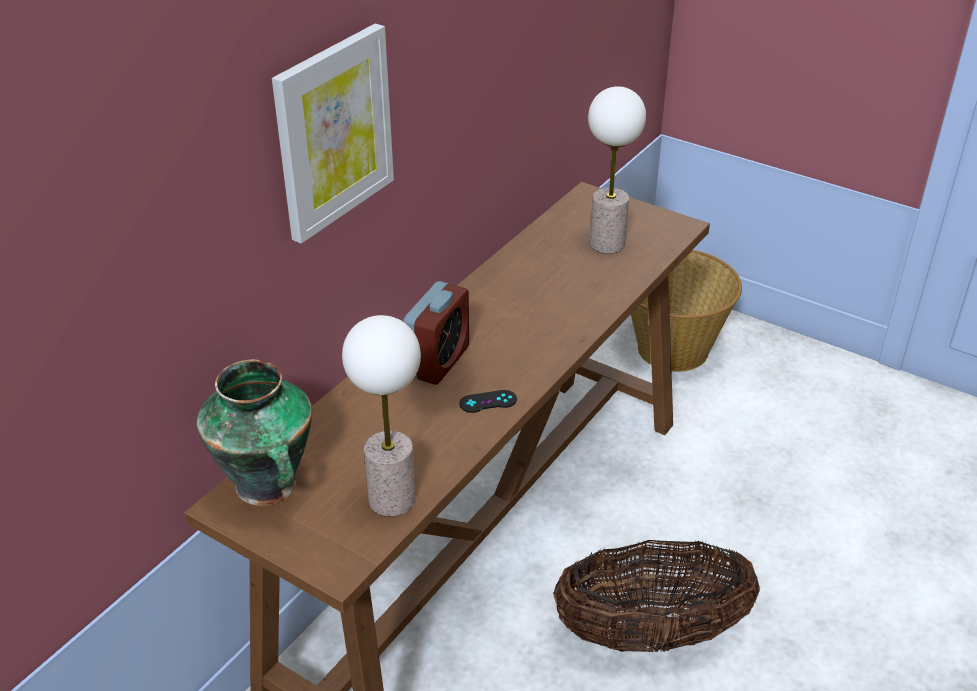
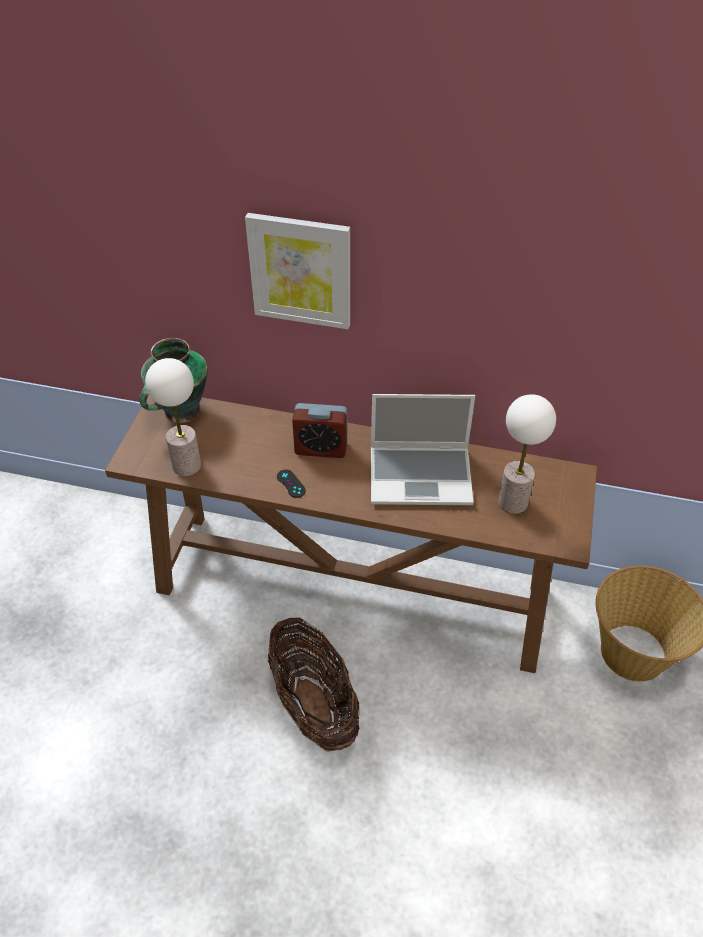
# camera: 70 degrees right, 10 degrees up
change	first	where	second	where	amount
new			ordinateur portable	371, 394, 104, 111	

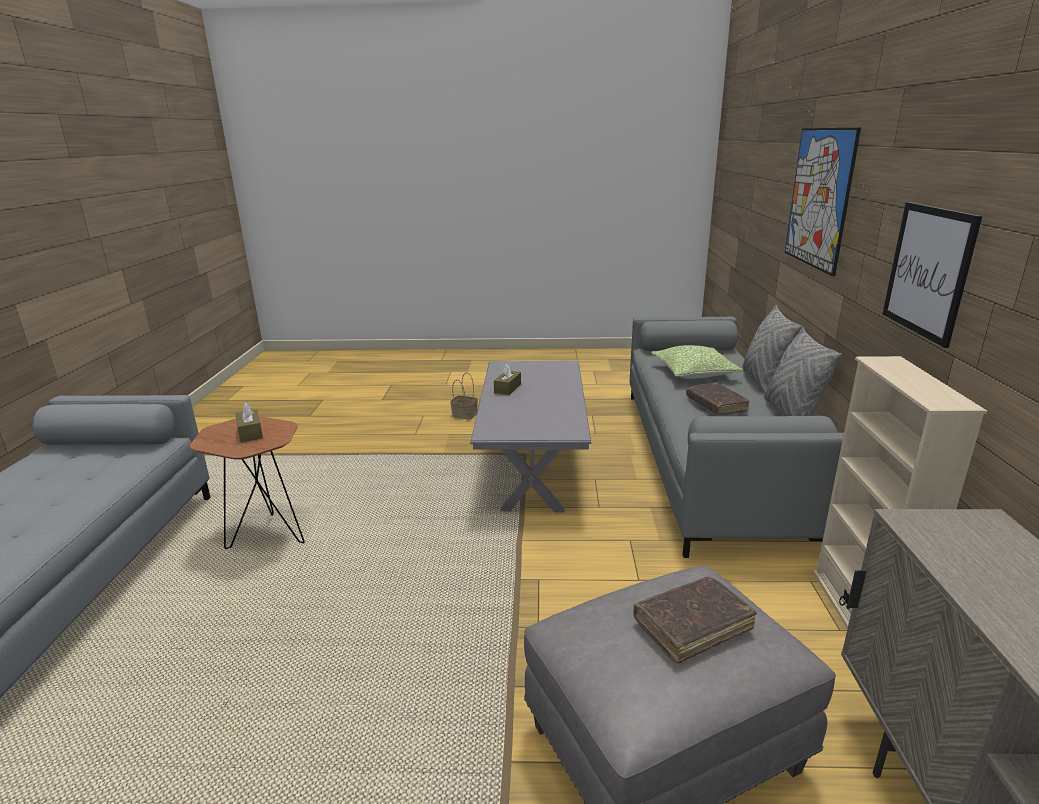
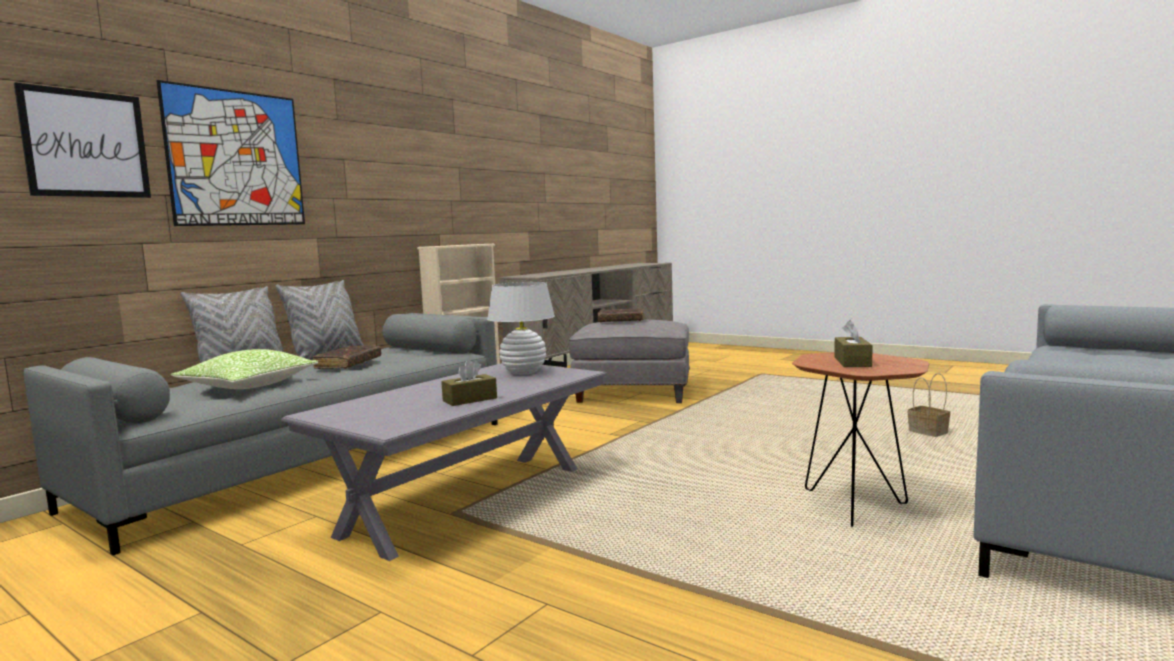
# camera: 145 degrees left, 15 degrees down
change	first	where	second	where	amount
shifted	panier	450, 372, 28, 47		908, 373, 42, 64	
shifted	tableau	883, 202, 99, 146		14, 82, 137, 116	
new			lampe de table (blanc)	487, 282, 68, 93	

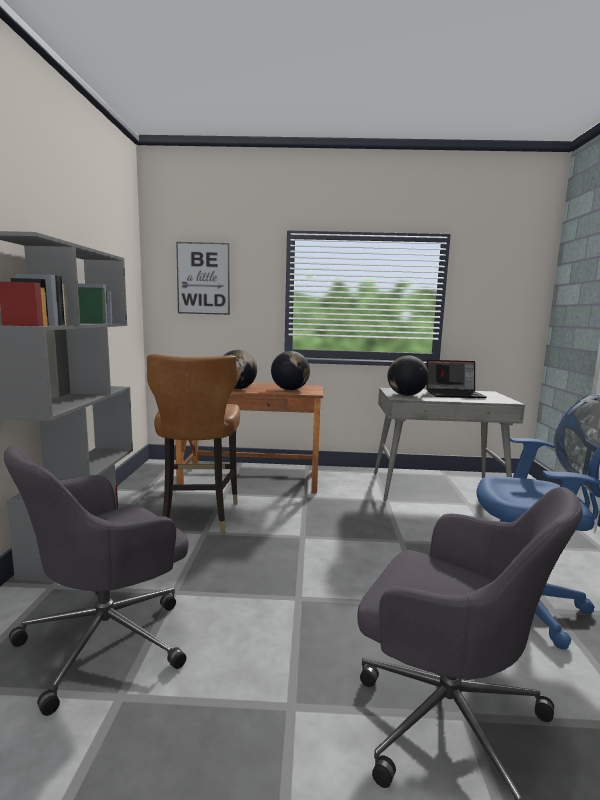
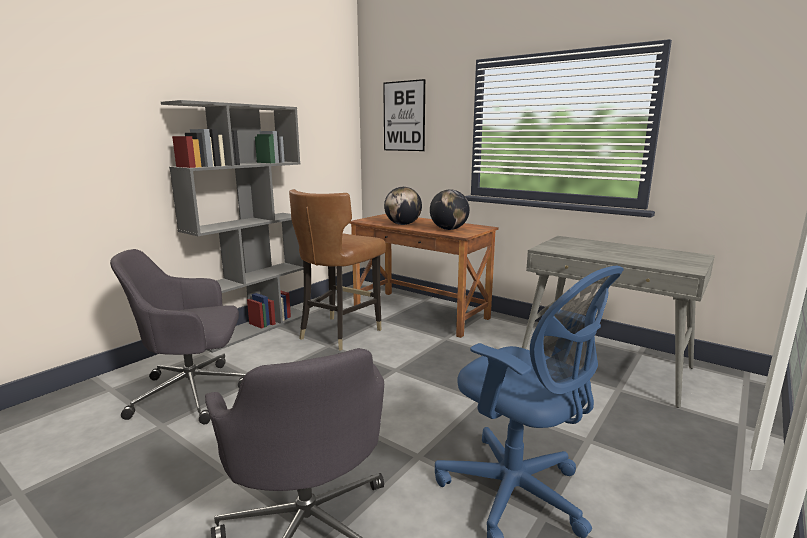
# camera: 35 degrees right, 5 degrees up
change	first	where	second	where	amount
gone	globe	387, 356, 41, 40			
gone	ordinateur portable	427, 360, 60, 38			

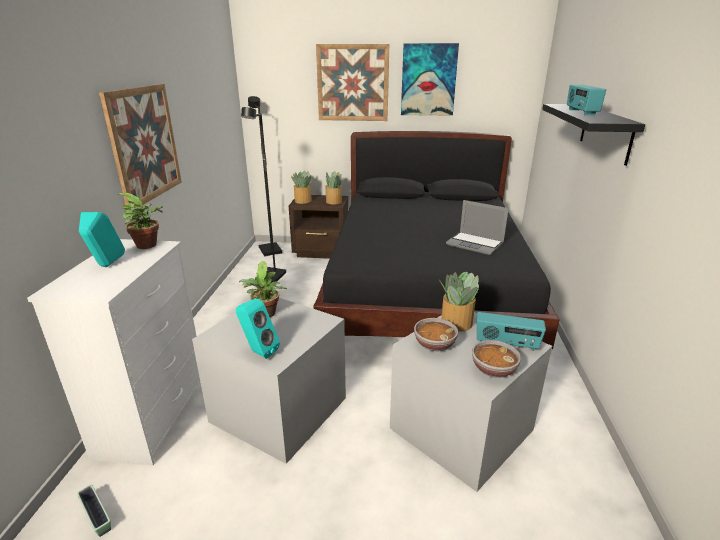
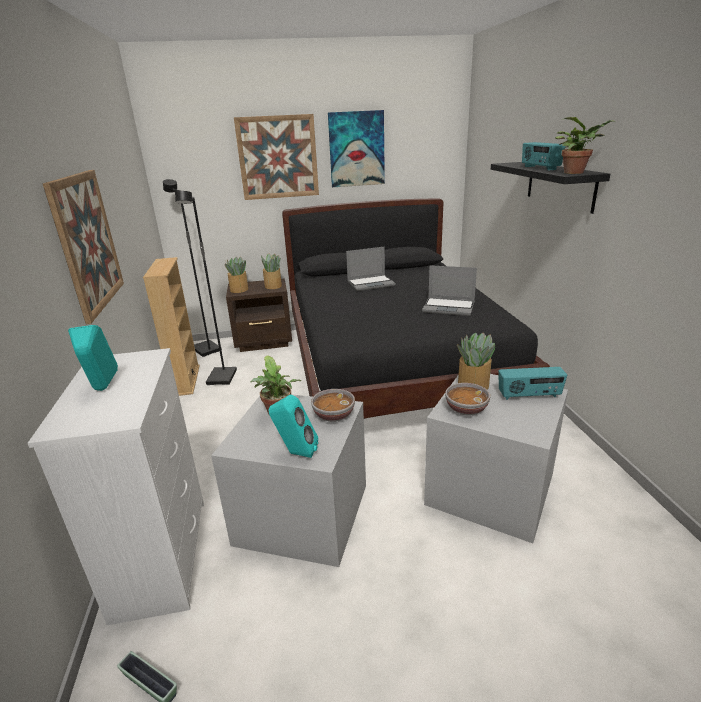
# camera: 15 degrees left, 0 degrees up
change	first	where	second	where	amount
shifted	plante en pot	119, 193, 44, 56		555, 117, 60, 57	
shifted	bol	472, 340, 49, 38		311, 389, 44, 33	
new			bibliothèque (beige)	143, 257, 57, 139	
new			ordinateur portable	346, 247, 50, 44	

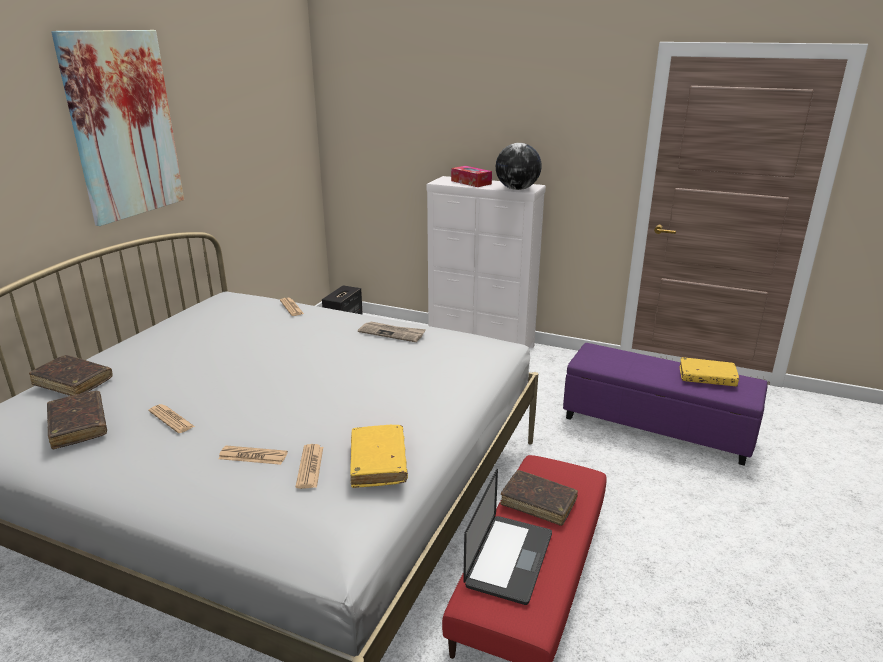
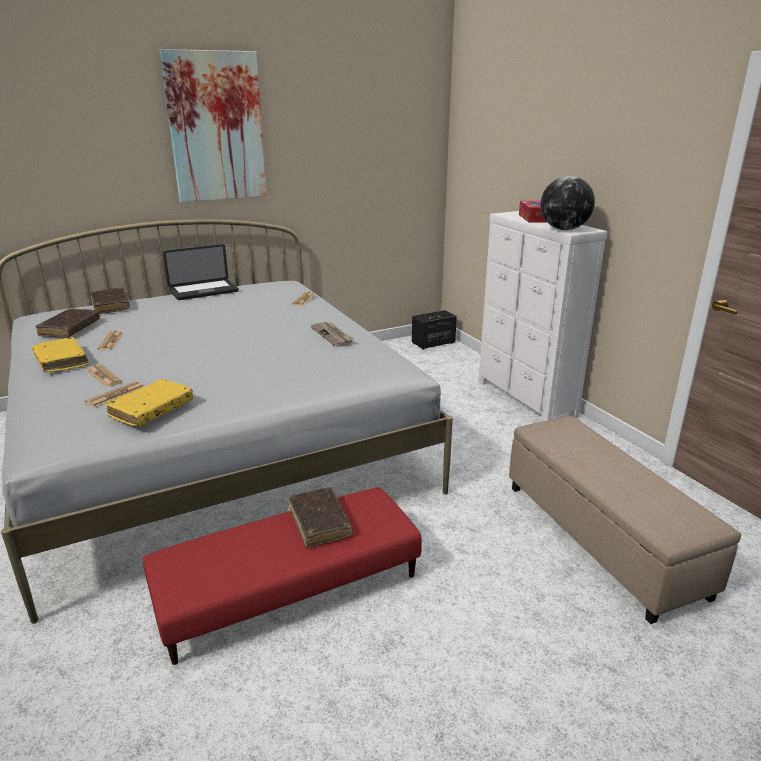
# camera: 40 degrees right, 0 degrees up
change	first	where	second	where	amount
shifted	ordinateur portable	463, 469, 89, 136		163, 244, 76, 56	
repainted	pouf (violet)	563, 343, 205, 123	pouf (beige)	509, 416, 232, 208	
shifted	livre (jaune)	679, 357, 60, 29		32, 337, 56, 35	

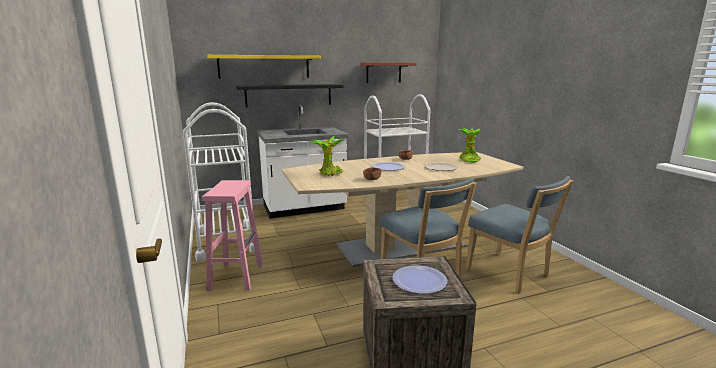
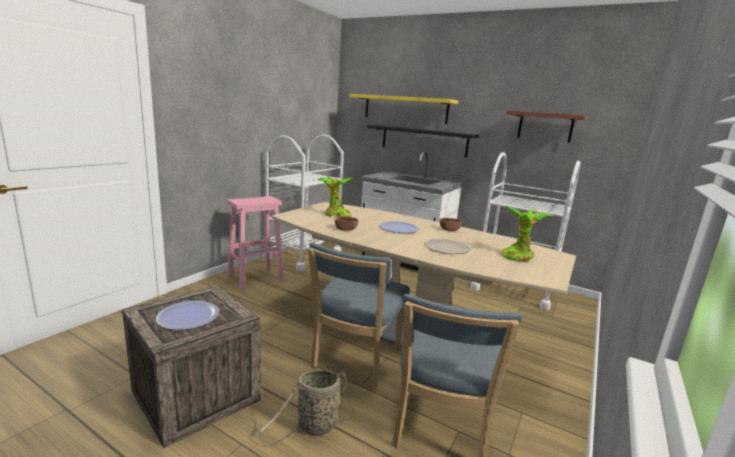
# camera: 50 degrees right, 0 degrees up
change	first	where	second	where	amount
new			panier	257, 369, 98, 75	

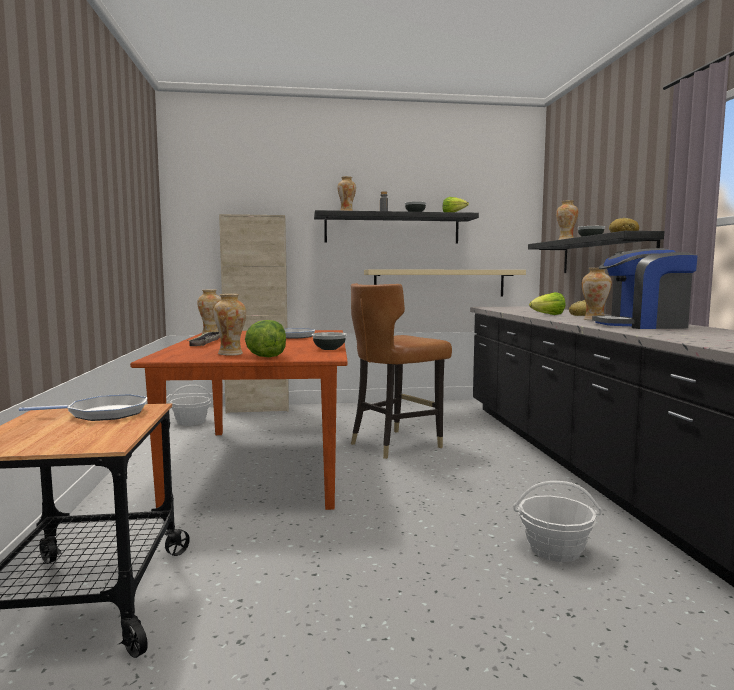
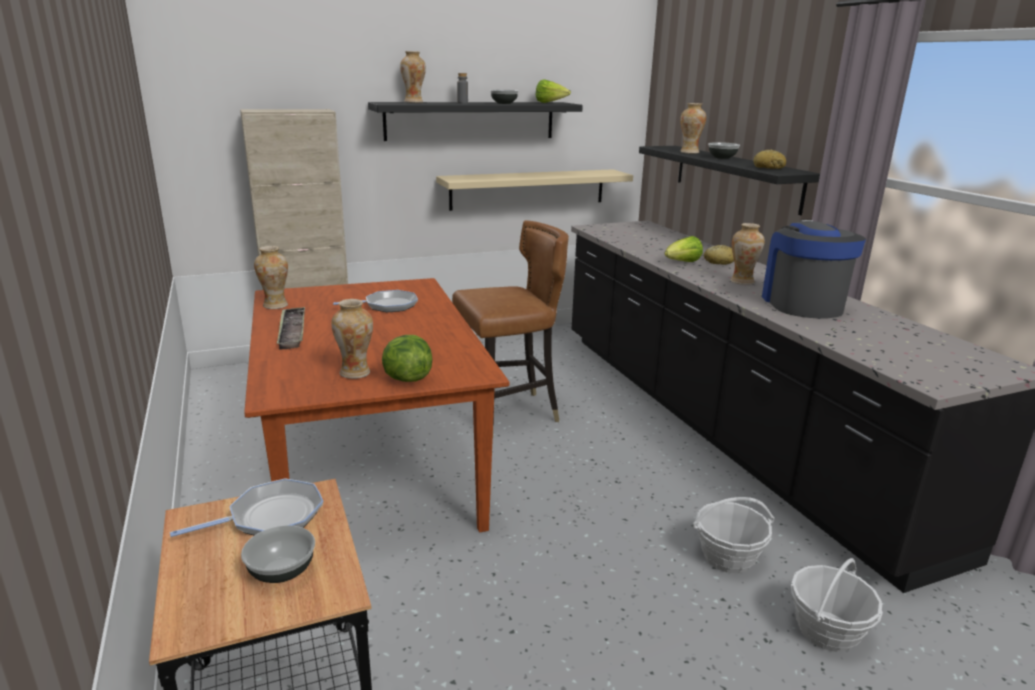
# camera: 15 degrees left, 15 degrees up
change	first	where	second	where	amount
shifted	panier	167, 385, 46, 41		791, 558, 92, 94	
shifted	bol	312, 332, 35, 18		241, 525, 74, 58	
rotated	chaise (marron)	351, 283, 101, 176		452, 220, 117, 205	150 degrees counterclockwise
rotated	machine à café	592, 248, 106, 81		762, 220, 104, 99	105 degrees clockwise

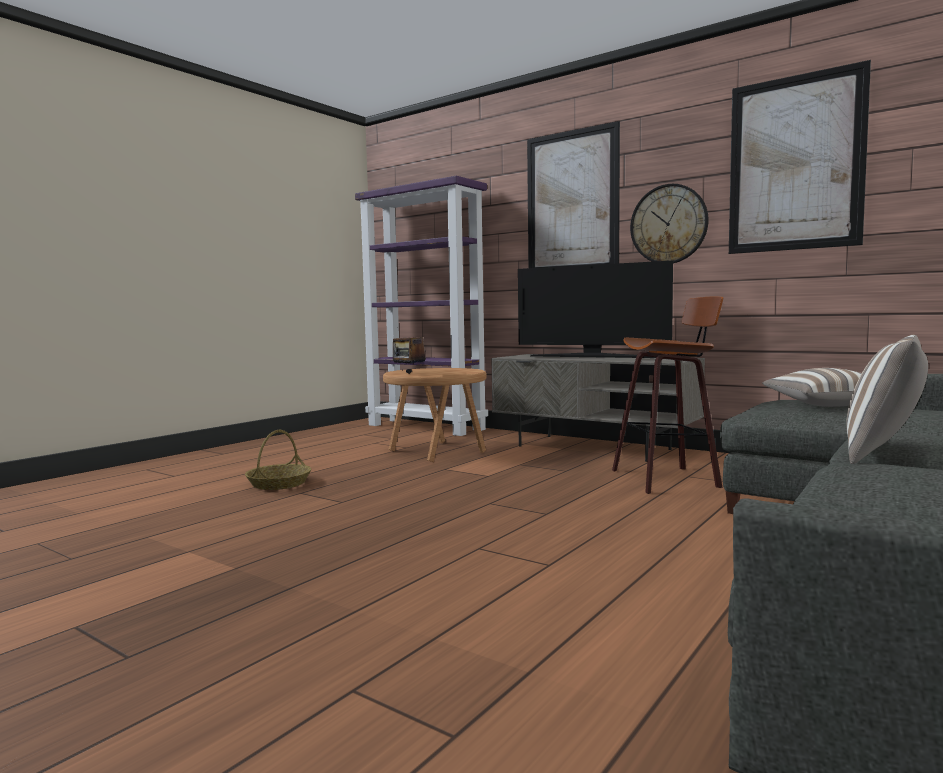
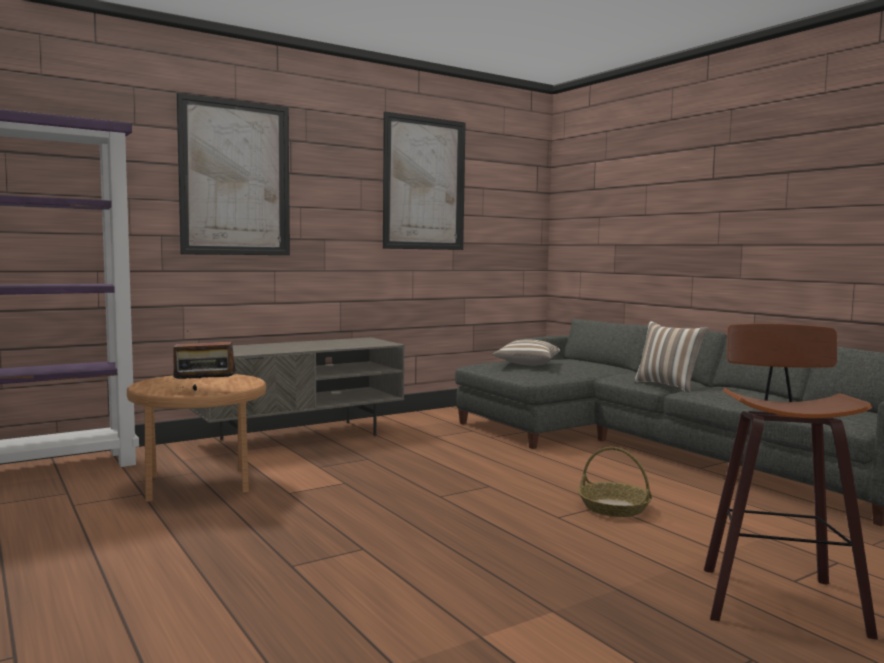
# camera: 70 degrees left, 0 degrees up
change	first	where	second	where	amount
shifted	panier	245, 430, 66, 60		578, 447, 74, 70	
gone	téléviseur	518, 260, 155, 98			
shifted	tabouret	612, 296, 111, 198		704, 323, 174, 317	
gone	horloge murale	630, 184, 79, 79			

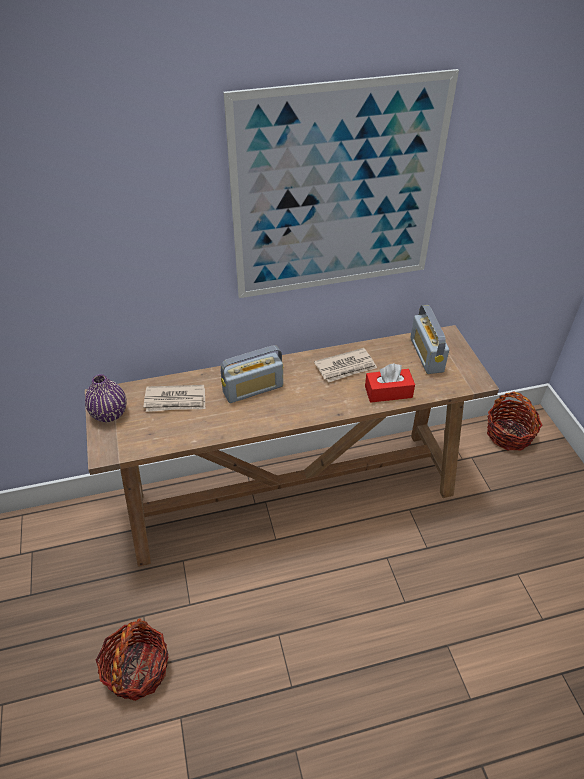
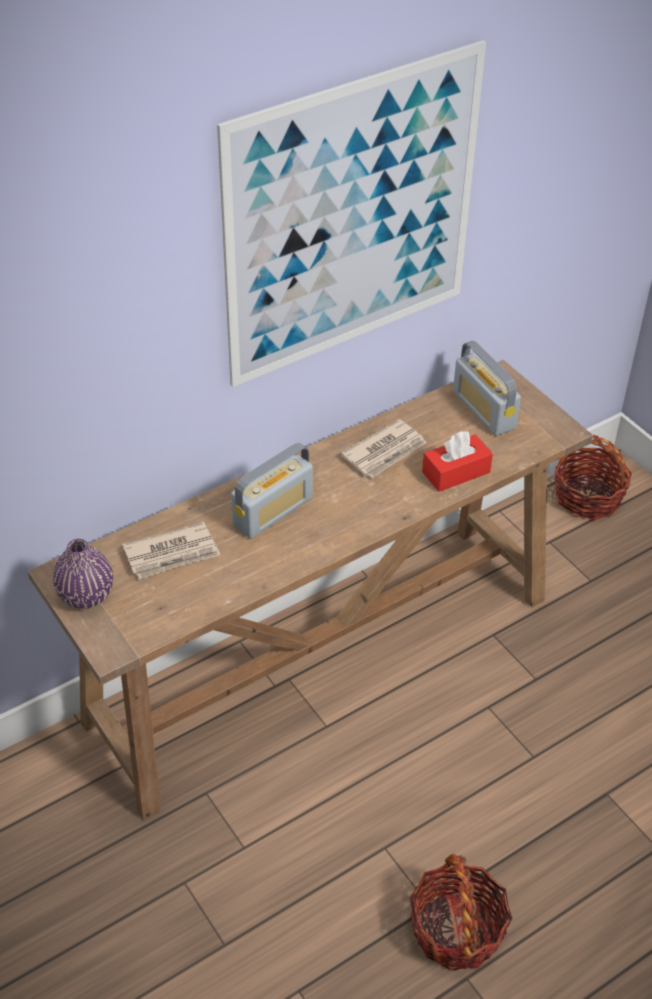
# camera: 20 degrees left, 0 degrees up
change	first	where	second	where	amount
shifted	panier	96, 618, 73, 83		410, 854, 102, 117	

